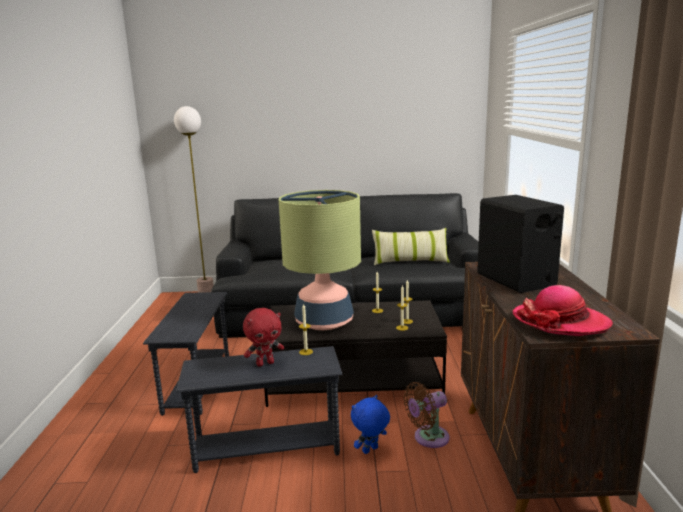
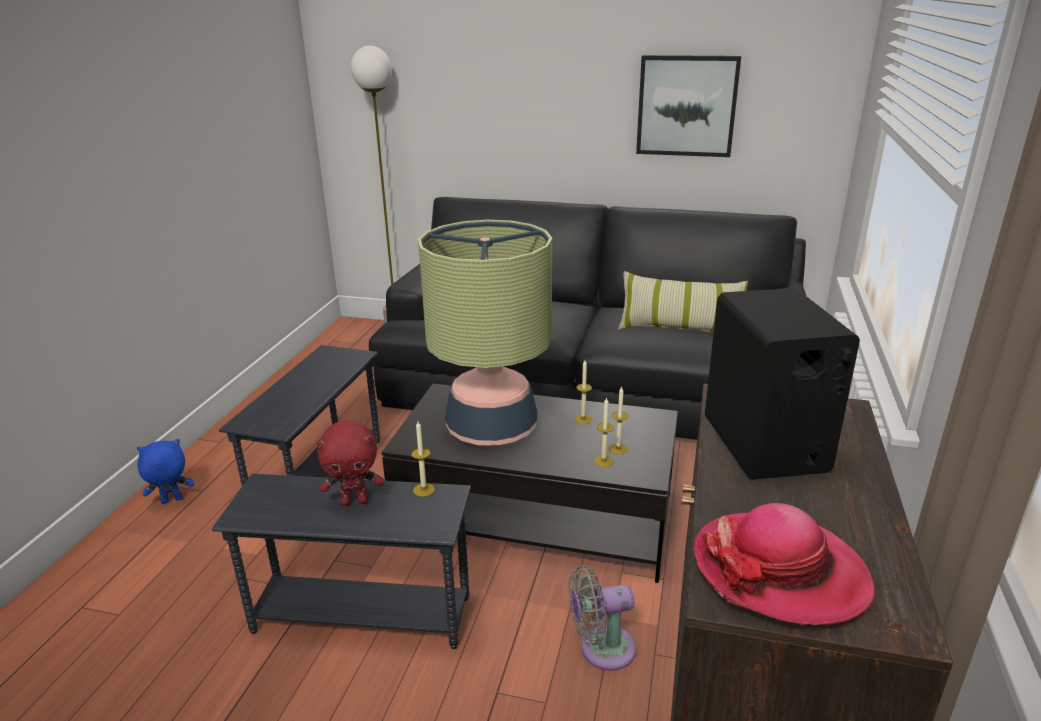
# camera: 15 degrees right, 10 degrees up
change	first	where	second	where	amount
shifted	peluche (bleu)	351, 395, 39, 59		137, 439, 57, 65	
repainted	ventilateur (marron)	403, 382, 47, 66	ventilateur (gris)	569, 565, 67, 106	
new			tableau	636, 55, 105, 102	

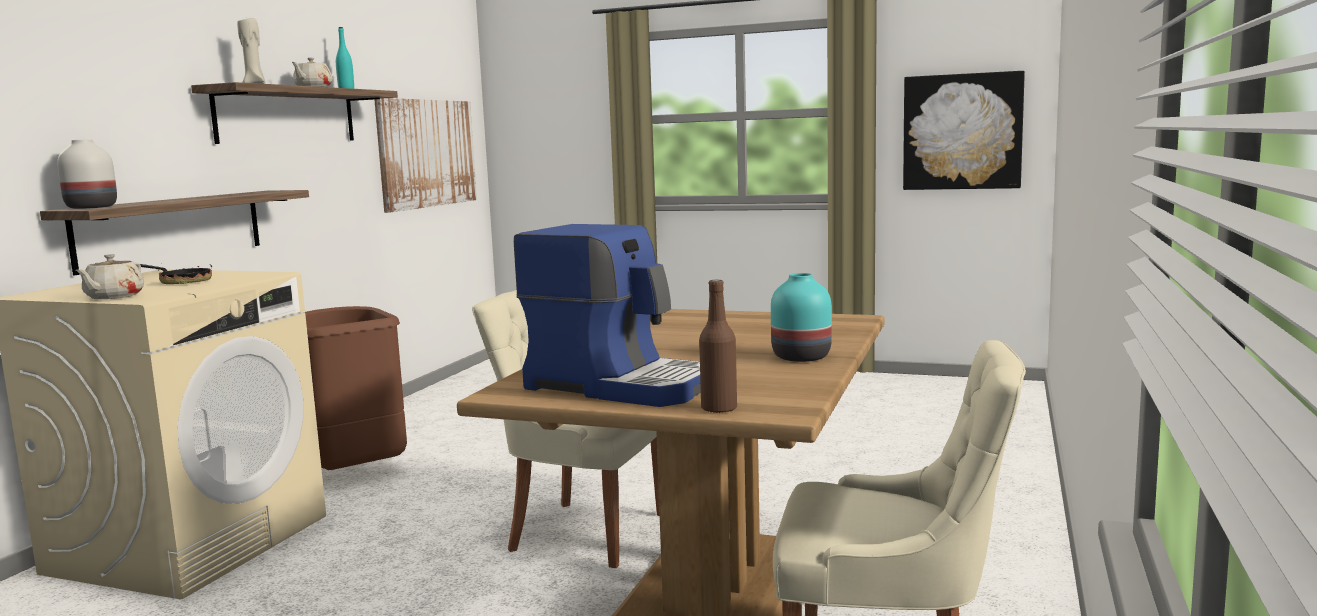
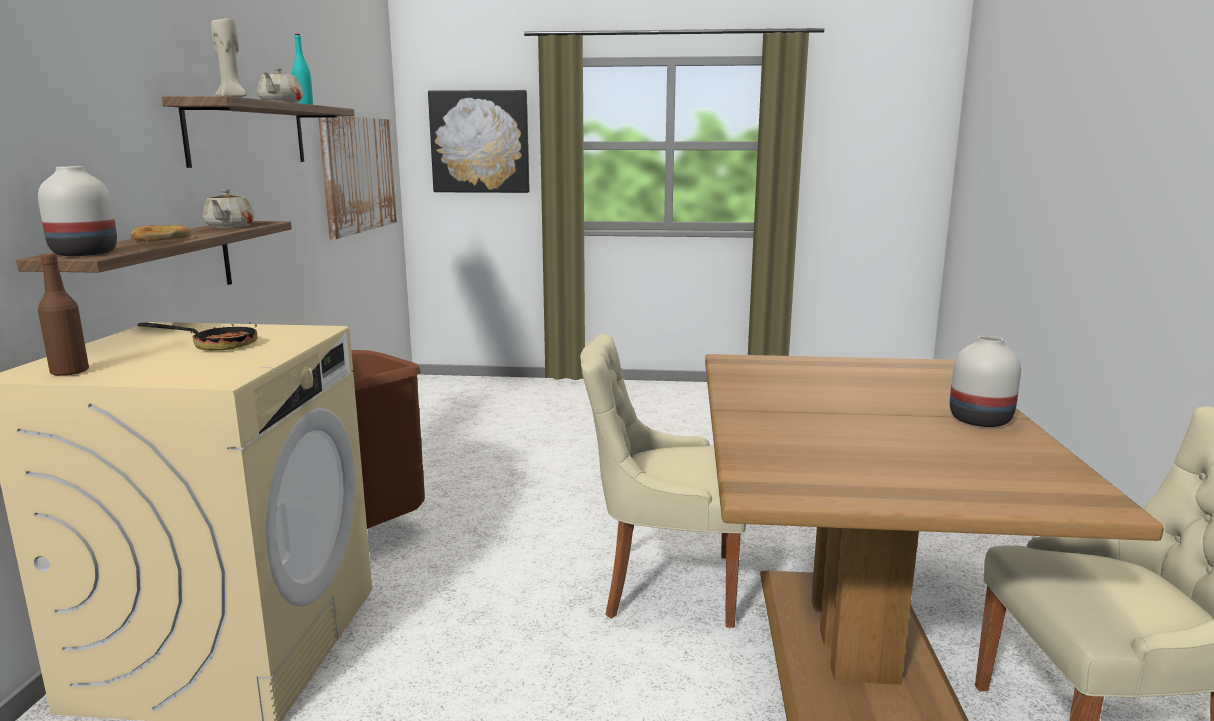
# camera: 15 degrees left, 5 degrees up
change	first	where	second	where	amount
shifted	théière (beige)	76, 254, 68, 45		202, 189, 53, 39	
gone	machine à café	514, 224, 187, 183			
shifted	bouteille (marron)	699, 280, 38, 133		38, 253, 51, 123	
repainted	vase (turquoise)	771, 273, 61, 89	vase (blanc)	950, 336, 71, 91	
shifted	tableau	903, 71, 122, 119		428, 90, 102, 103	
new			pain	130, 225, 61, 17	

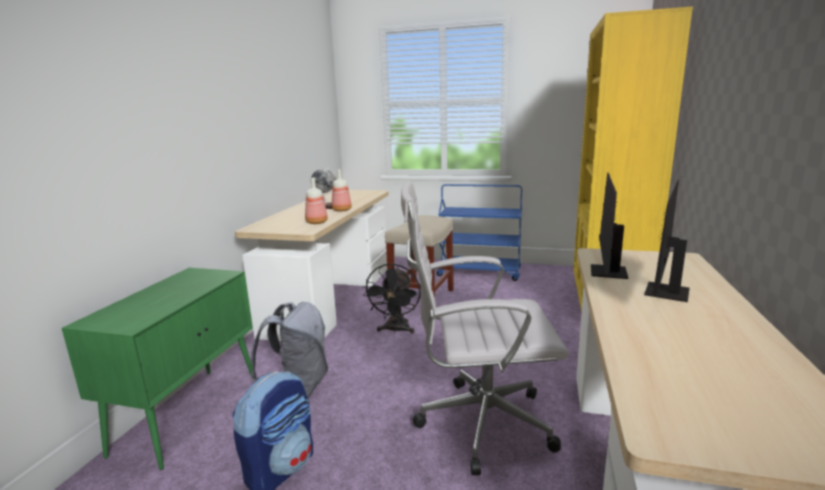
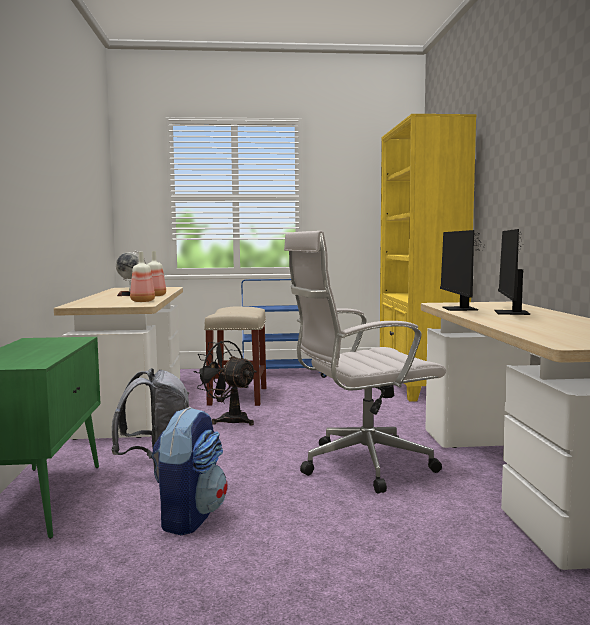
# camera: 20 degrees left, 10 degrees down
change	first	where	second	where	amount
rotated	ventilateur (noir)	363, 263, 58, 71		193, 341, 64, 85	135 degrees clockwise

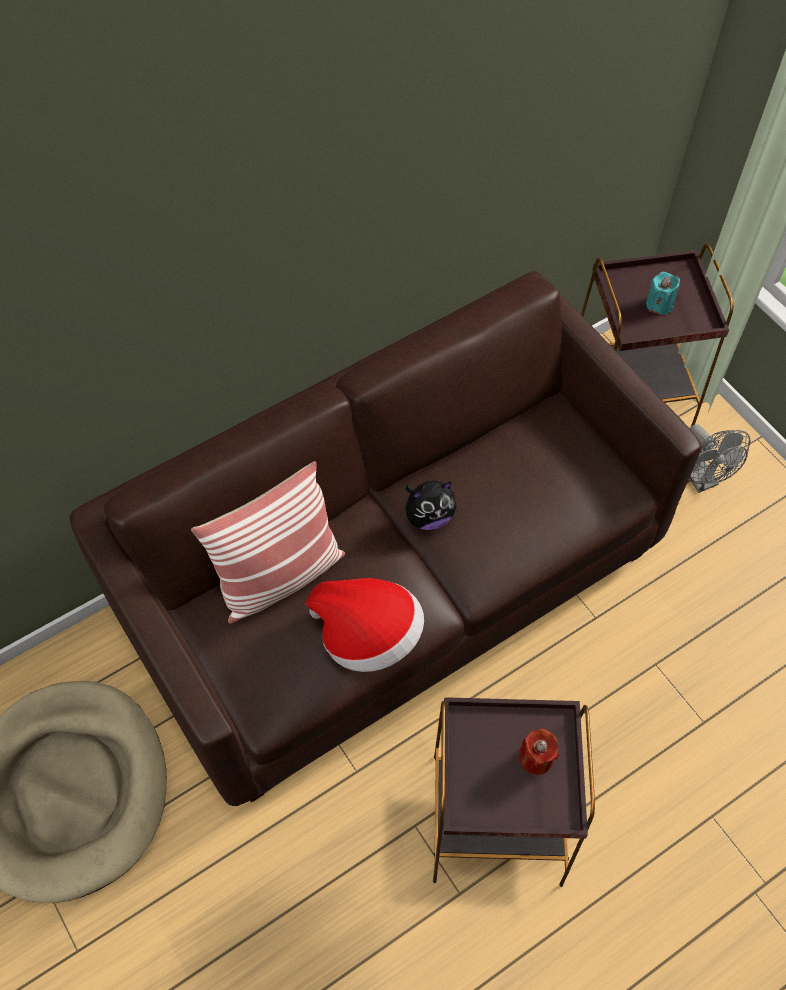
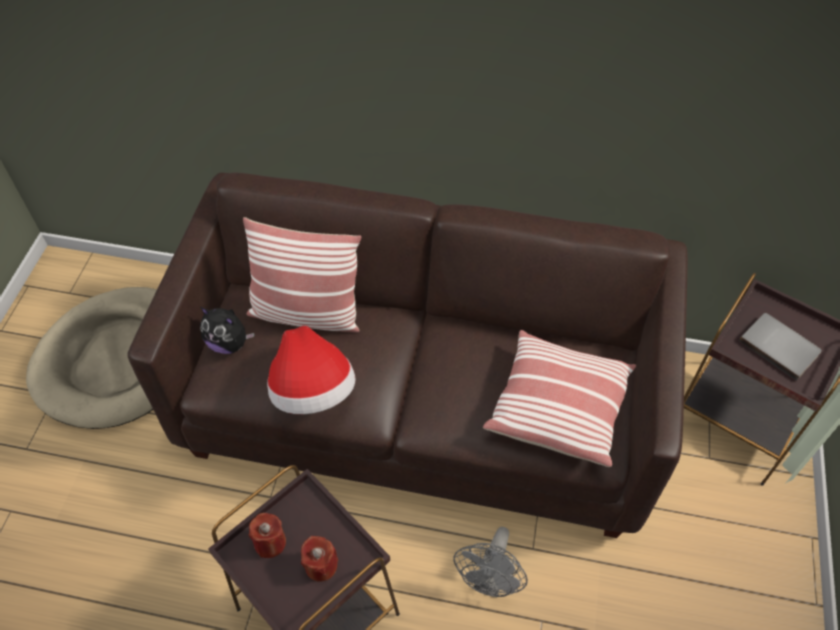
# camera: 45 degrees right, 5 degrees down
change	first	where	second	where	amount
shifted	peluche	405, 480, 52, 50		200, 307, 54, 47	
swapped	bougie (turquoise)	646, 272, 34, 43	livre (gris)	739, 313, 83, 68	
shifted	ventilateur (gris)	689, 424, 61, 69		453, 527, 75, 70	
new			bougie (rouge)	249, 513, 37, 45	
new			coussin	483, 330, 153, 137	

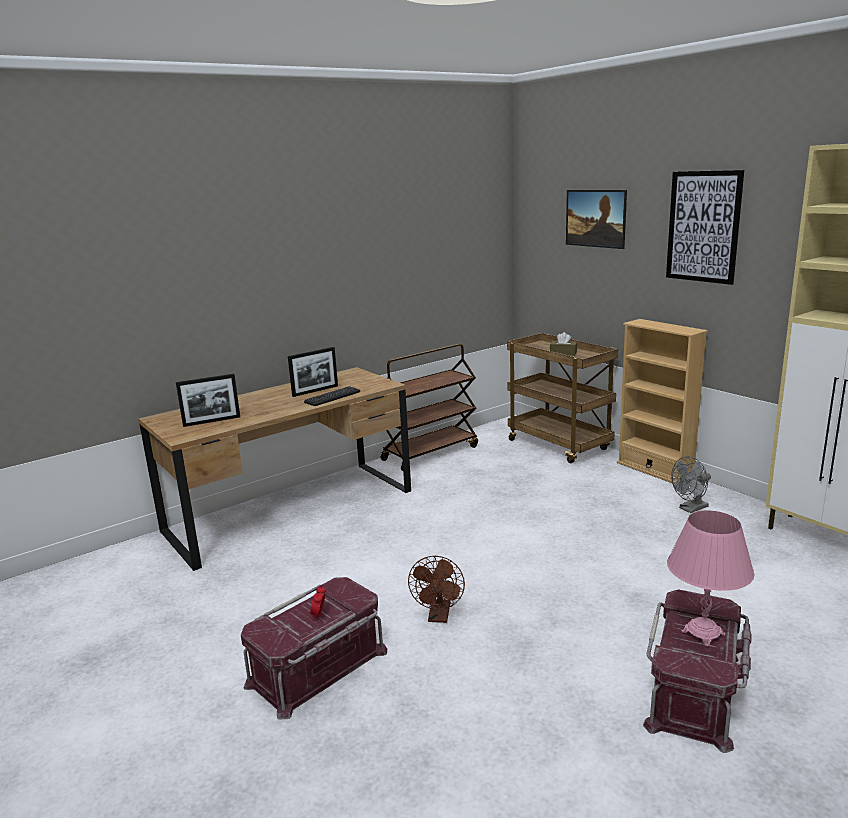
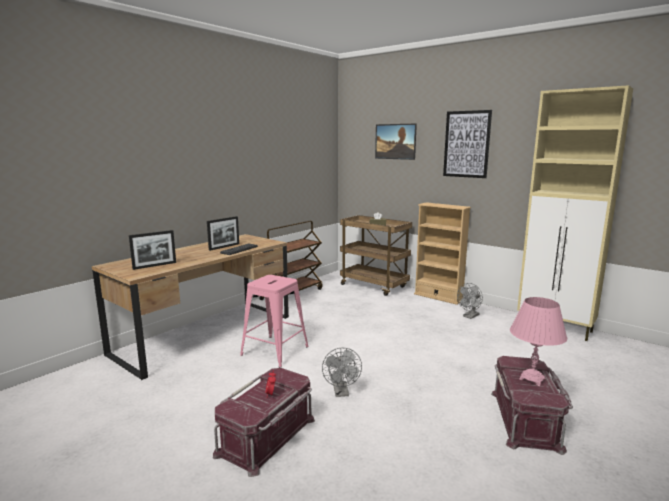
# camera: 15 degrees left, 5 degrees down
change	first	where	second	where	amount
repainted	ventilateur (marron)	408, 556, 57, 67	ventilateur (gris)	322, 348, 40, 49	
new			tabouret (rose)	240, 275, 69, 92	

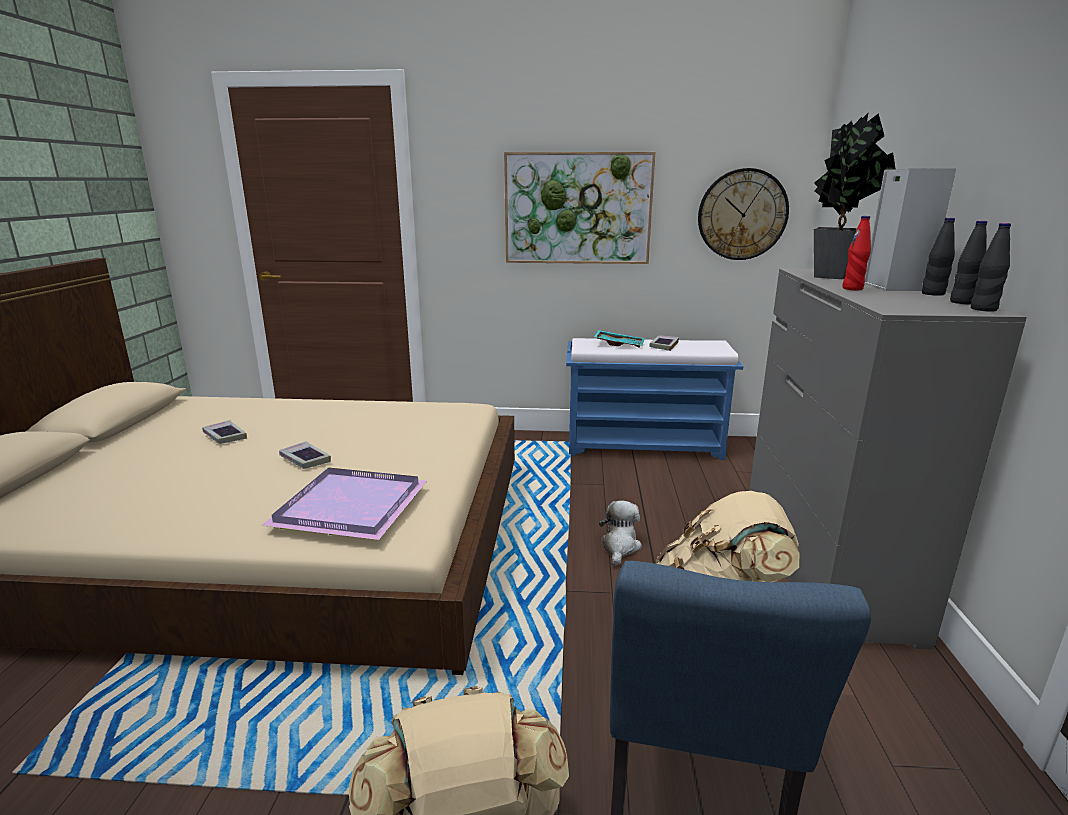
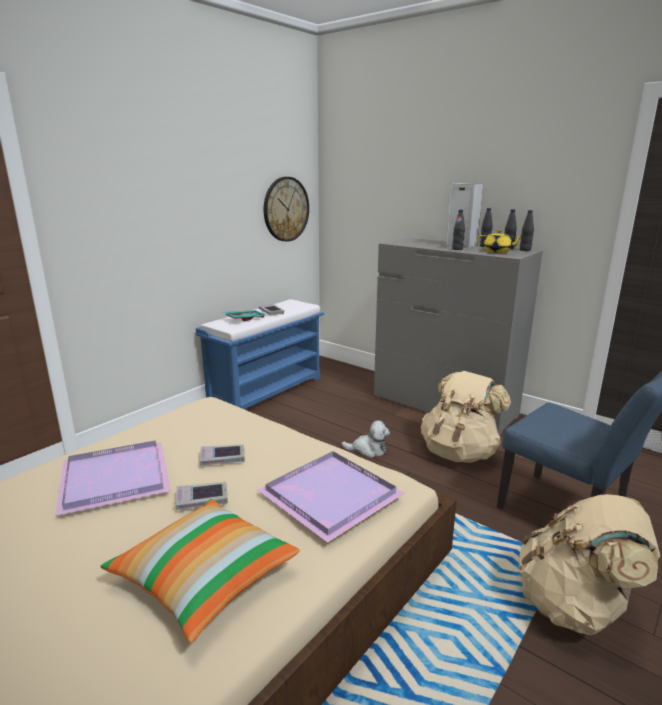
# camera: 55 degrees left, 0 degrees up
change	first	where	second	where	amount
shifted	livre	202, 420, 45, 24		200, 444, 44, 21	
gone	tableau	504, 152, 151, 112			
rotated	peluche	599, 500, 43, 66		342, 420, 48, 38	135 degrees clockwise
gone	plante en pot	814, 112, 82, 167			
repainted	bouteille (rouge)	842, 216, 29, 74	bouteille (noir)	452, 210, 13, 40	
new			plateau (violet)	55, 440, 115, 76	
new			coussin	101, 499, 199, 144	
new			théière (jaune)	477, 230, 46, 23	

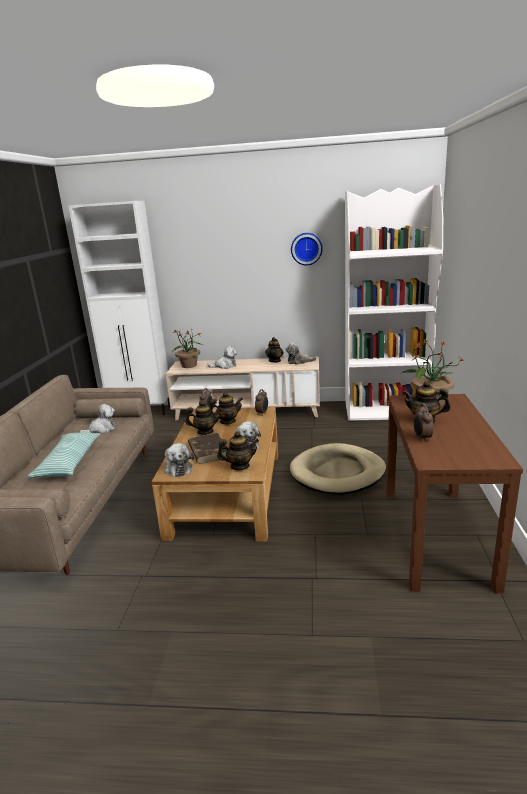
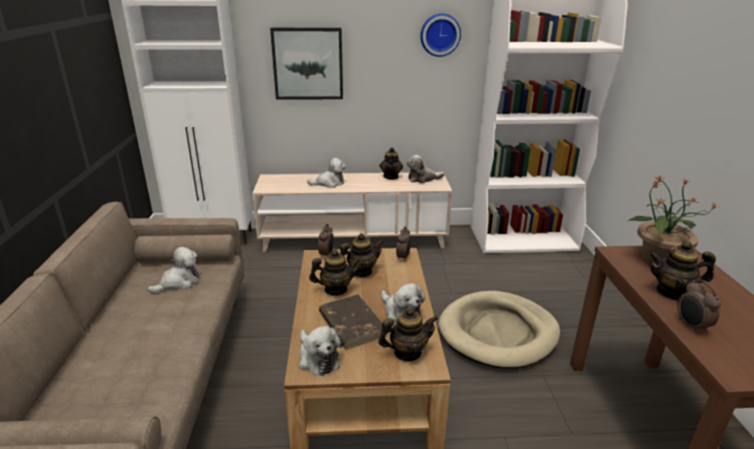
# camera: 10 degrees left, 5 degrees up
change	first	where	second	where	amount
gone	coussin	27, 432, 73, 46			
gone	plante en pot	172, 329, 32, 39			
new			tableau	270, 28, 73, 72	

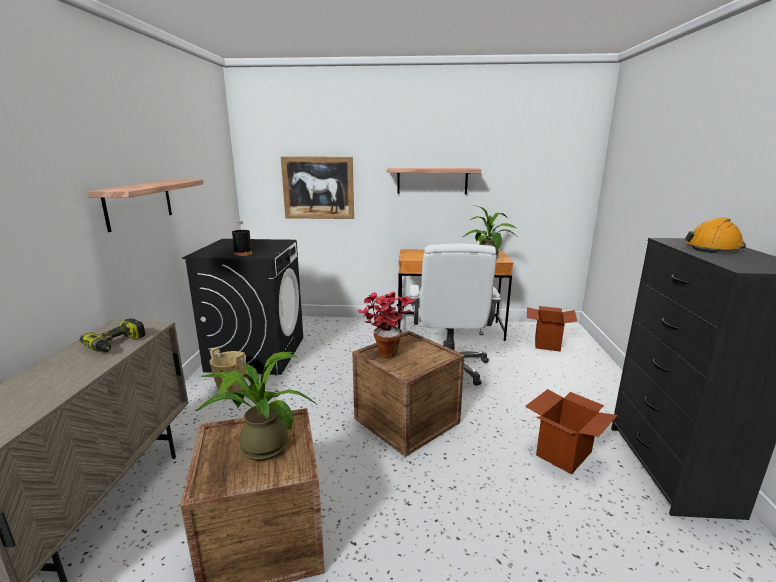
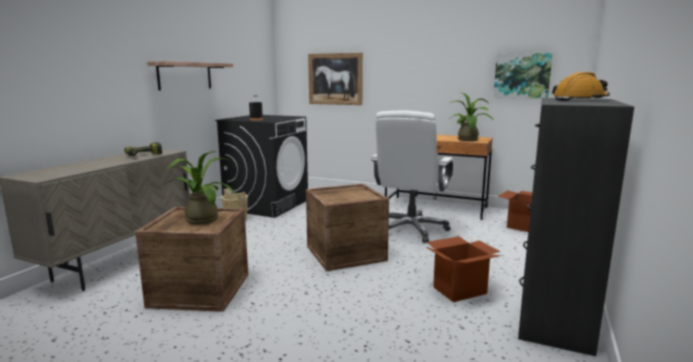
# camera: 20 degrees right, 5 degrees down
change	first	where	second	where	amount
gone	plante en pot	358, 292, 58, 66			
gone	étagère	387, 168, 94, 26			
new			tableau	493, 53, 60, 46	

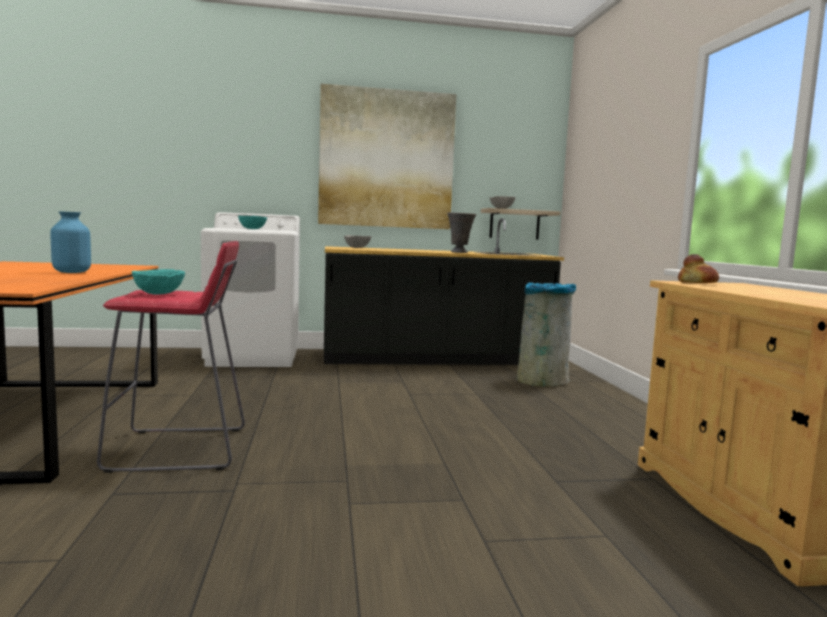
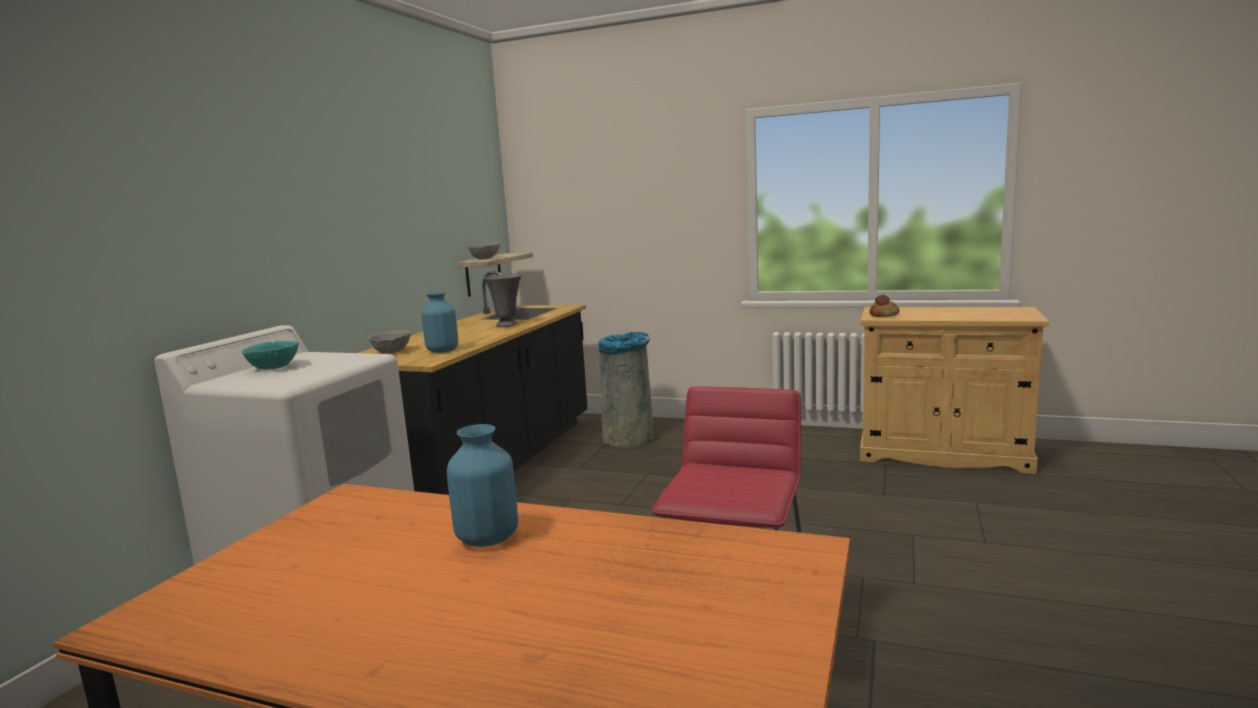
# camera: 60 degrees left, 5 degrees up
change	first	where	second	where	amount
gone	bol (turquoise)	132, 269, 53, 26			
gone	tableau	318, 84, 138, 145			
new			vase (bleu)	421, 292, 37, 61	

